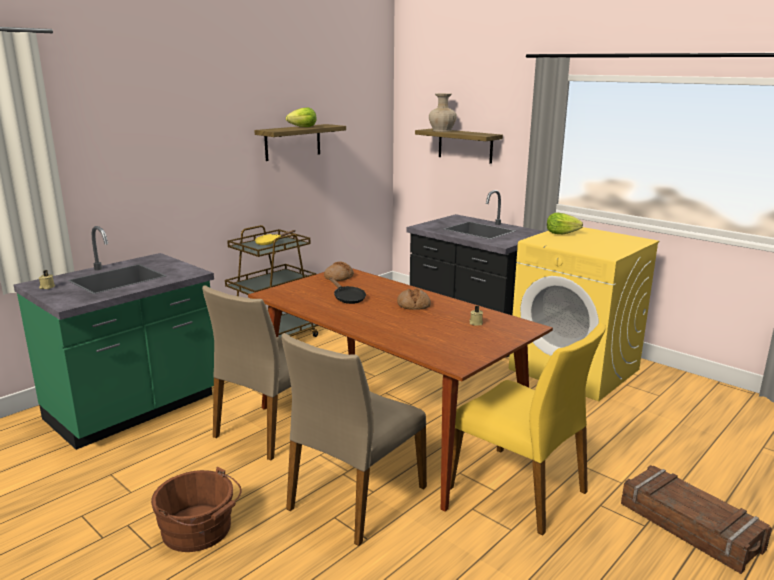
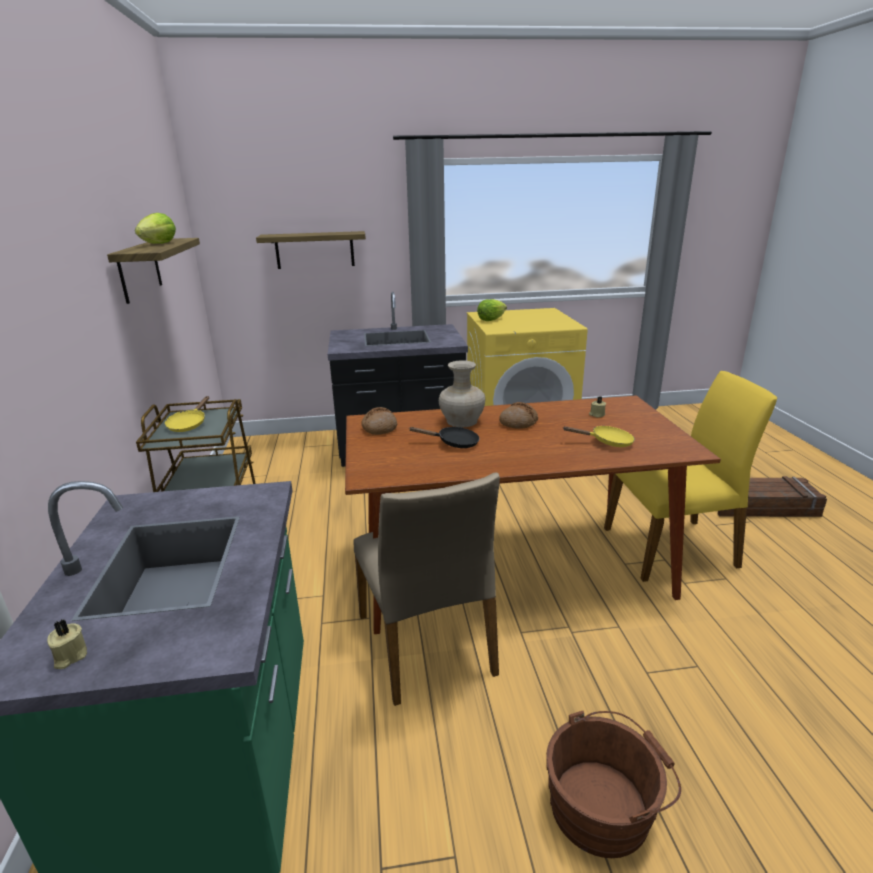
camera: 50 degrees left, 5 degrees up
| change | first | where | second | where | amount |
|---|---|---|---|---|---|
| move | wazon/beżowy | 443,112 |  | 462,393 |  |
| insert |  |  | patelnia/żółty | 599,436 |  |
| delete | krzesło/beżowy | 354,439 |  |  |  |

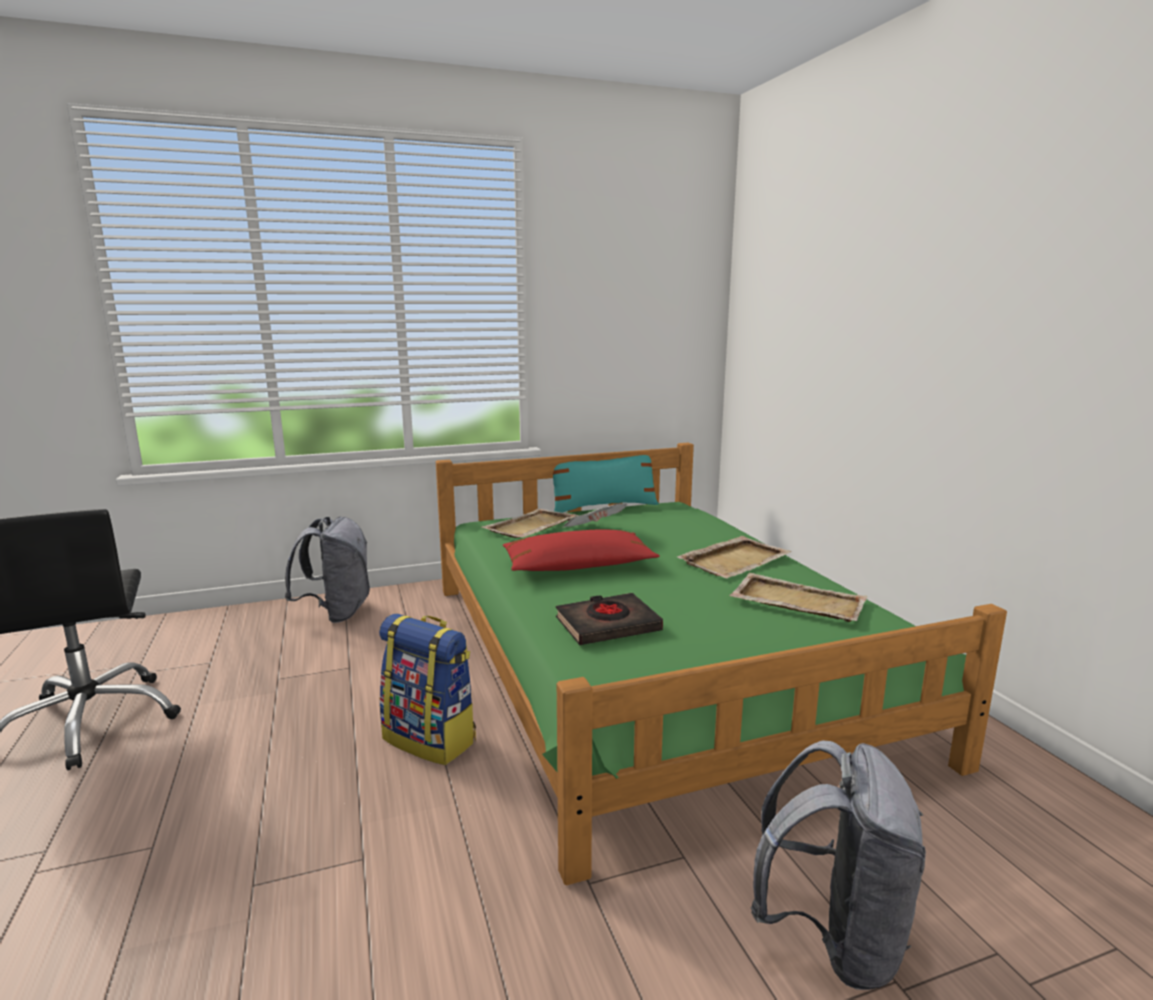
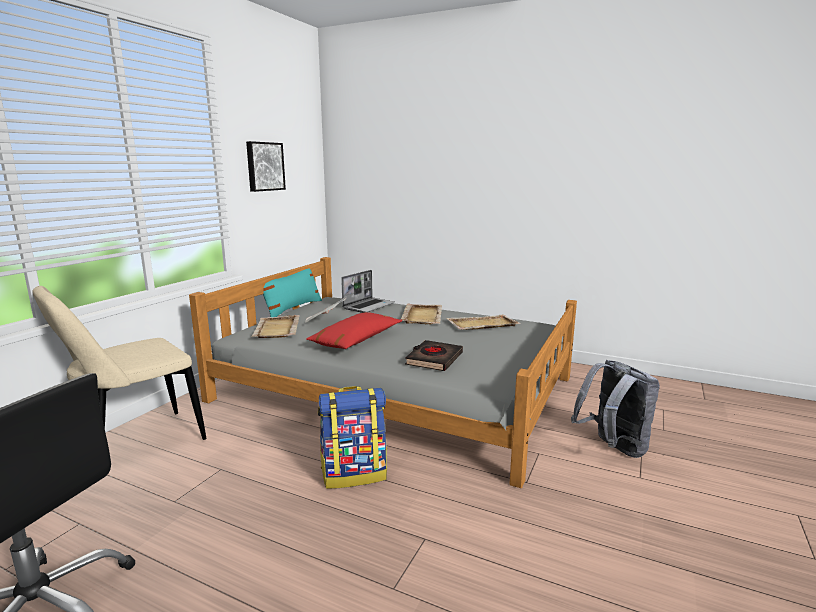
camera: 45 degrees left, 0 degrees up
| change | first | where | second | where | amount |
|---|---|---|---|---|---|
| replace | plecak/szary | 327,570 | krzesło/beżowy | 119,363 |  |
| recolor | łóżko/zielony | 721,664 | łóżko/szary | 383,372 |  |
| insert |  |  | obraz | 266,166 |  |
| insert |  |  | laptop | 368,291 |  |

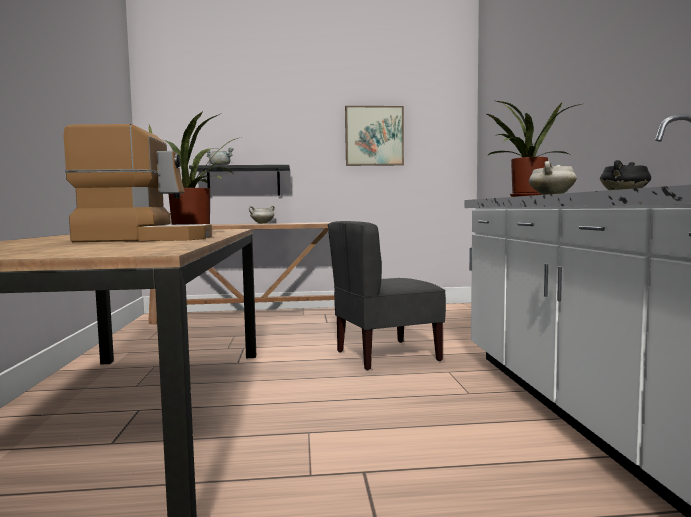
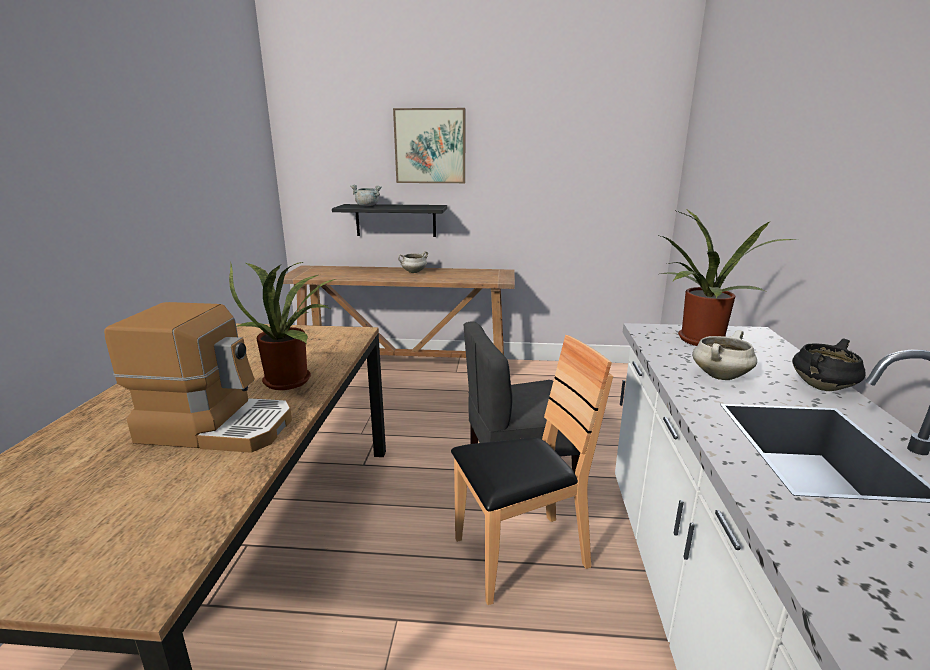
camera: 10 degrees right, 15 degrees up
| change | first | where | second | where | amount |
|---|---|---|---|---|---|
| move | obraz | 374,136 |  | 429,145 |  |
| insert |  |  | krzesło/brązowy | 532,470 |  |

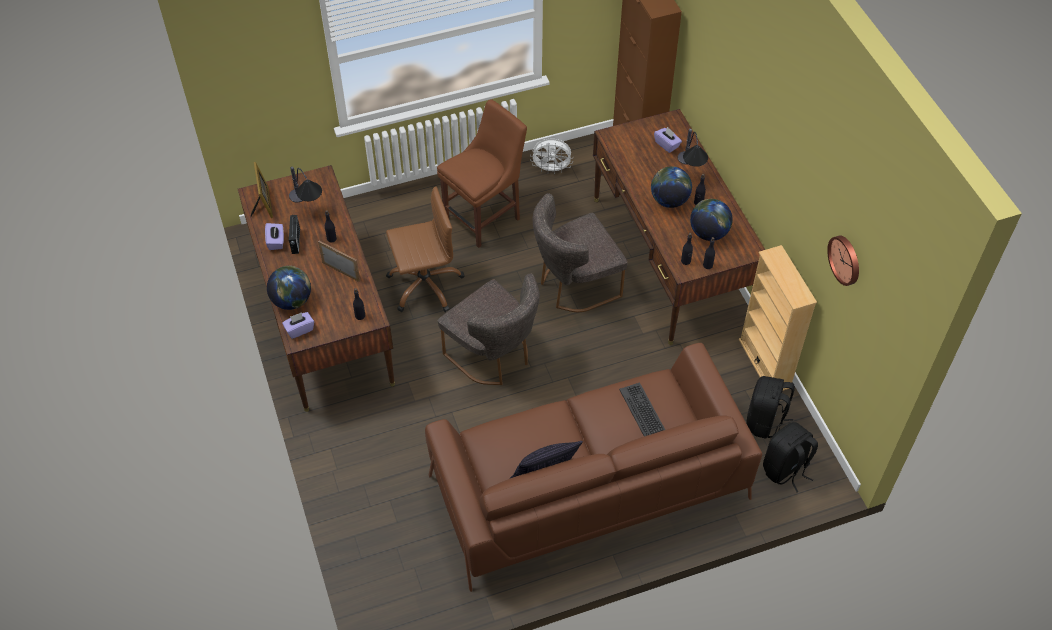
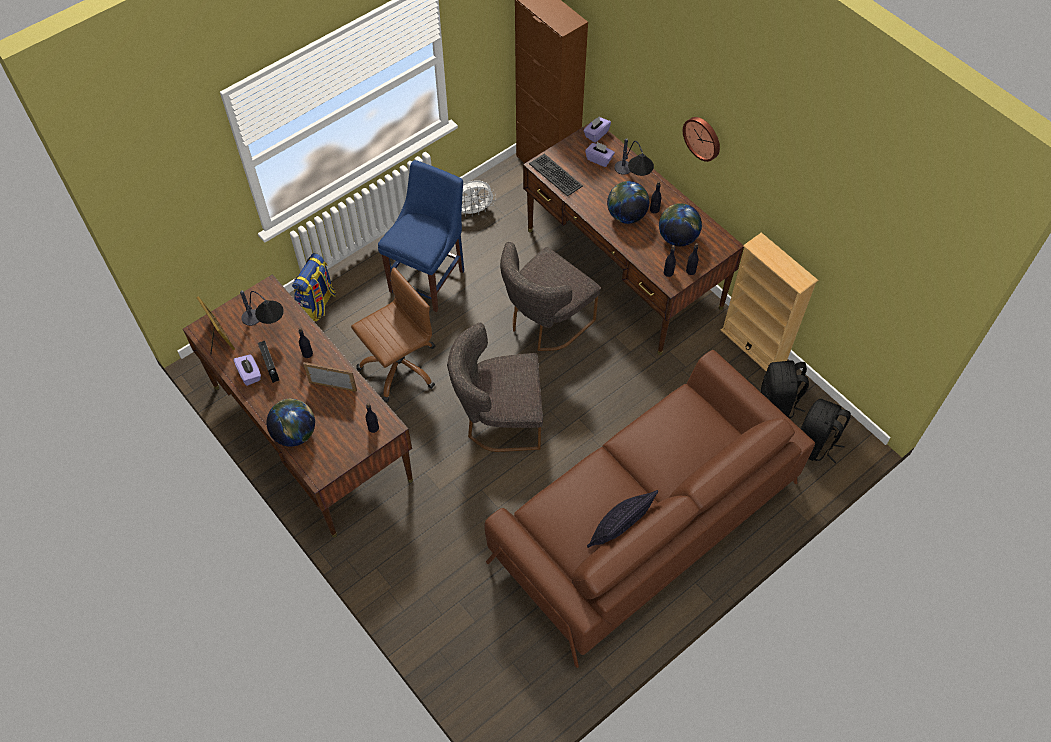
camera: 20 degrees left, 5 degrees up
| change | first | where | second | where | amount |
|---|---|---|---|---|---|
| insert |  |  | plecak | 314,287 |  |
| recolor | krzesło/brązowy | 482,173 | krzesło/niebieski | 421,236 |  |
| rotate | krzesło/szary | 489,329 |  | 495,387 | 150 degrees clockwise |
| move | klawiatura | 642,409 |  | 556,175 |  |
| move | pudełko chusteczek/fioletowy | 298,325 |  | 597,130 |  |
| move | zegar ścienny | 843,260 |  | 701,139 |  |

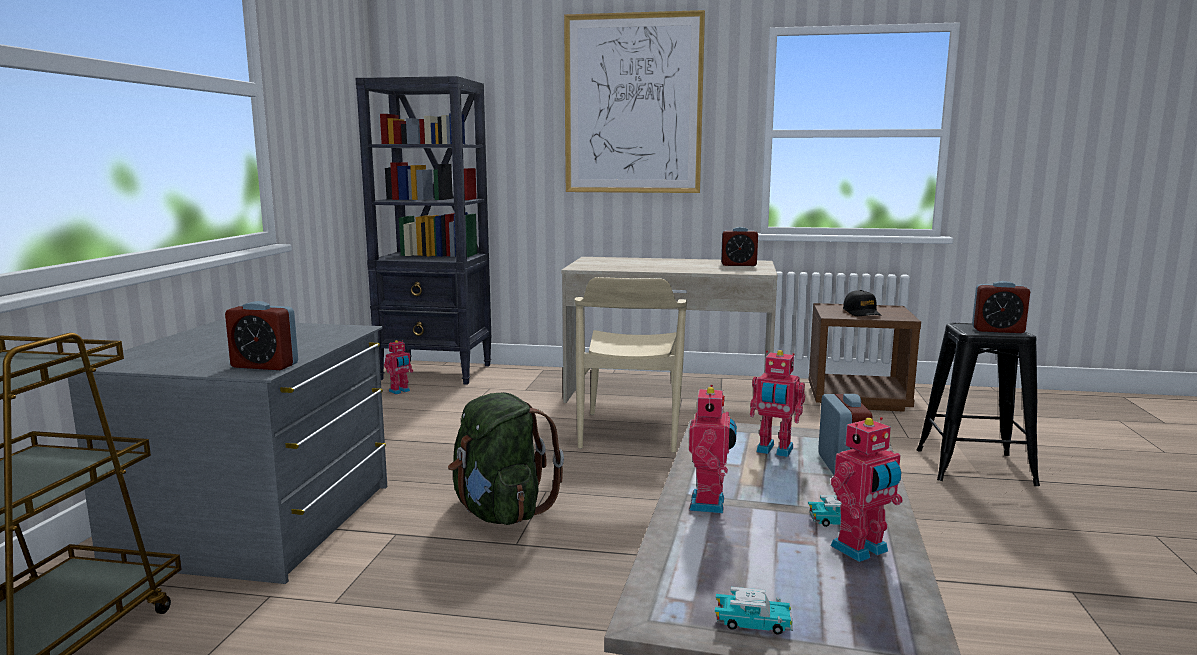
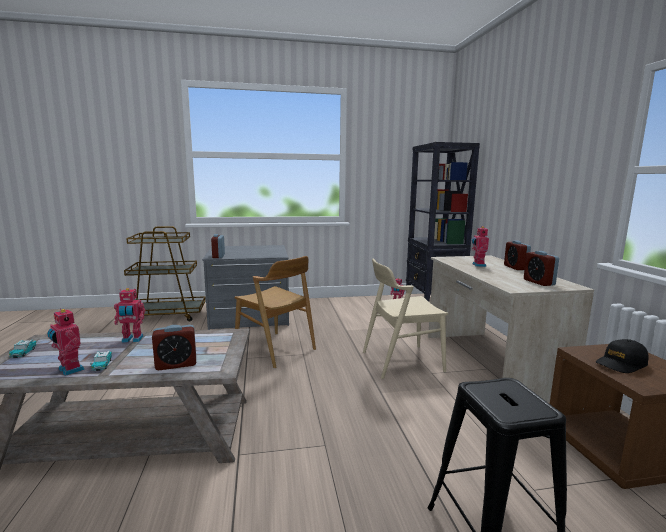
camera: 70 degrees right, 0 degrees up
| change | first | where | second | where | amount |
|---|---|---|---|---|---|
| replace | plecak/zielony | 506,458 | krzesło/brązowy | 275,312 |  |
| move | robot zabawkowy | 777,403 |  | 480,246 |  |
| move | budzik | 1001,307 |  | 517,255 |  |
| delete | obraz | 634,101 |  |  |  |

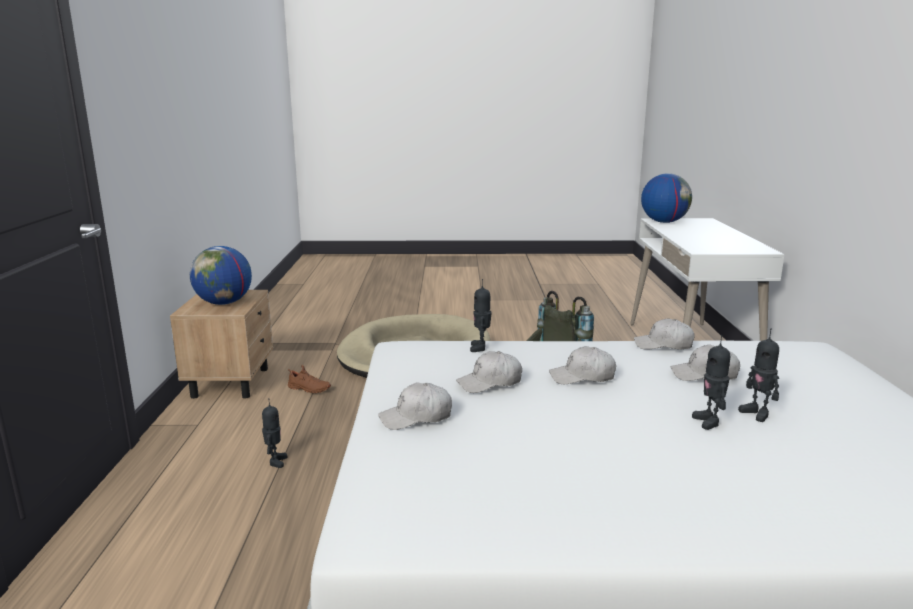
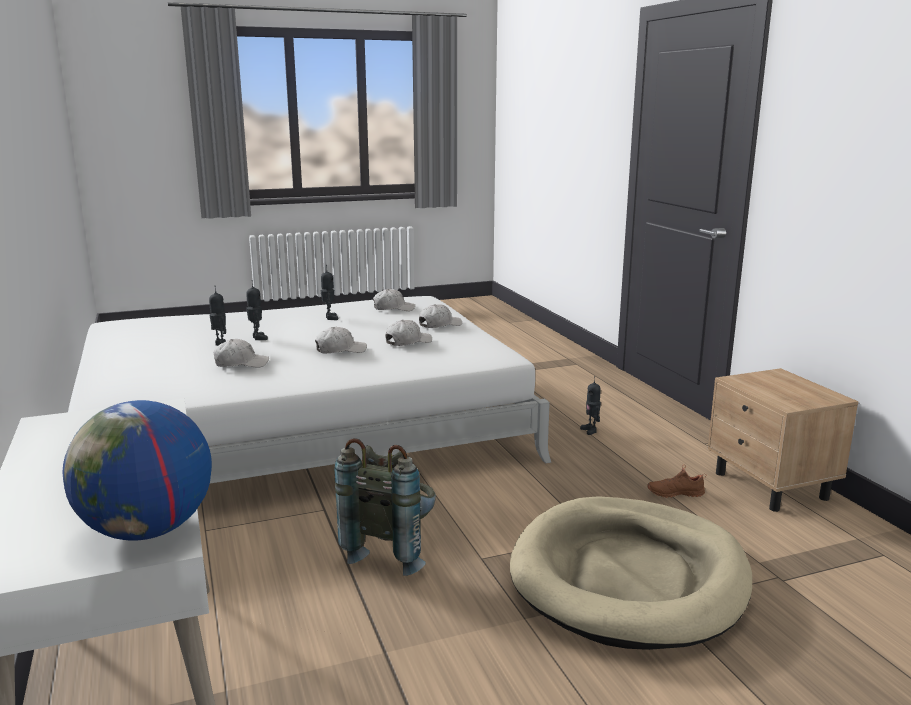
camera: 160 degrees right, 0 degrees up
| change | first | where | second | where | amount |
|---|---|---|---|---|---|
| move | robot zabawkowy | 480,315 |  | 329,292 |  |
| move | czapka z daszkiem/biały | 664,334 |  | 394,300 |  |
| delete | globus | 221,275 |  |  |  |

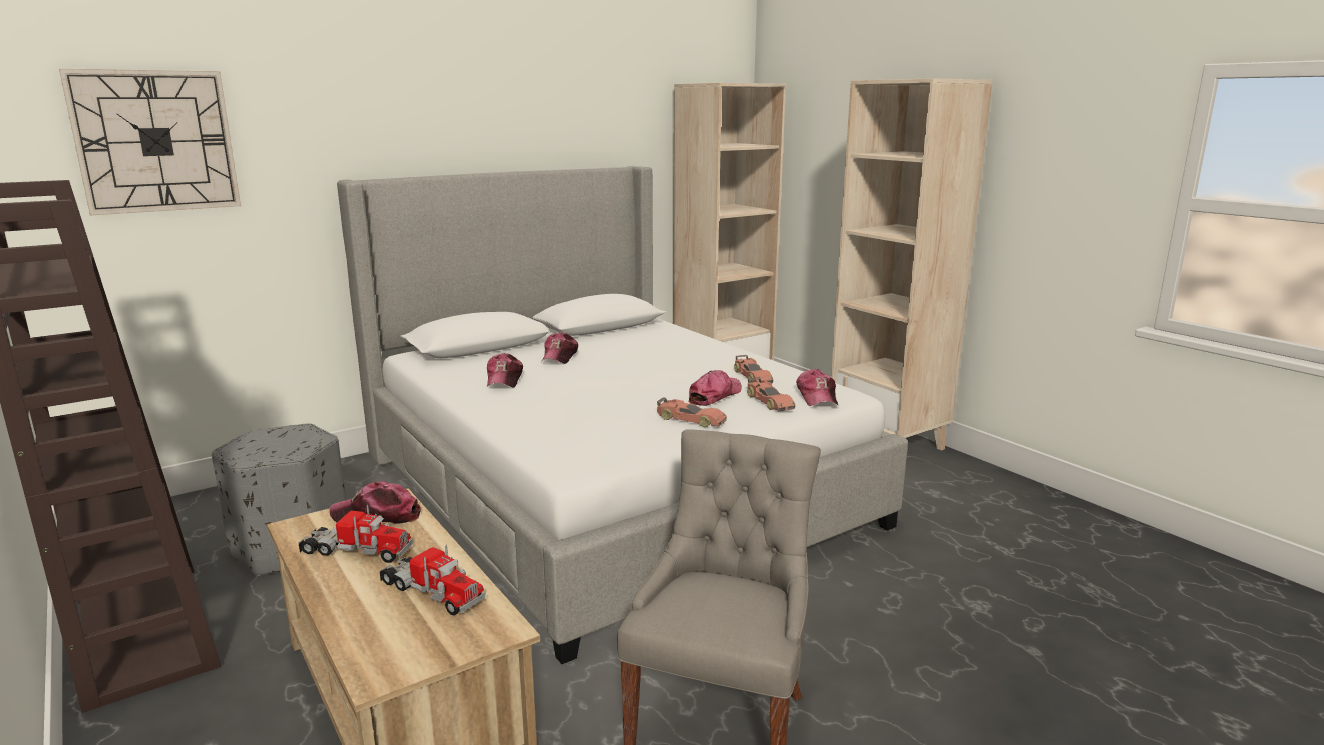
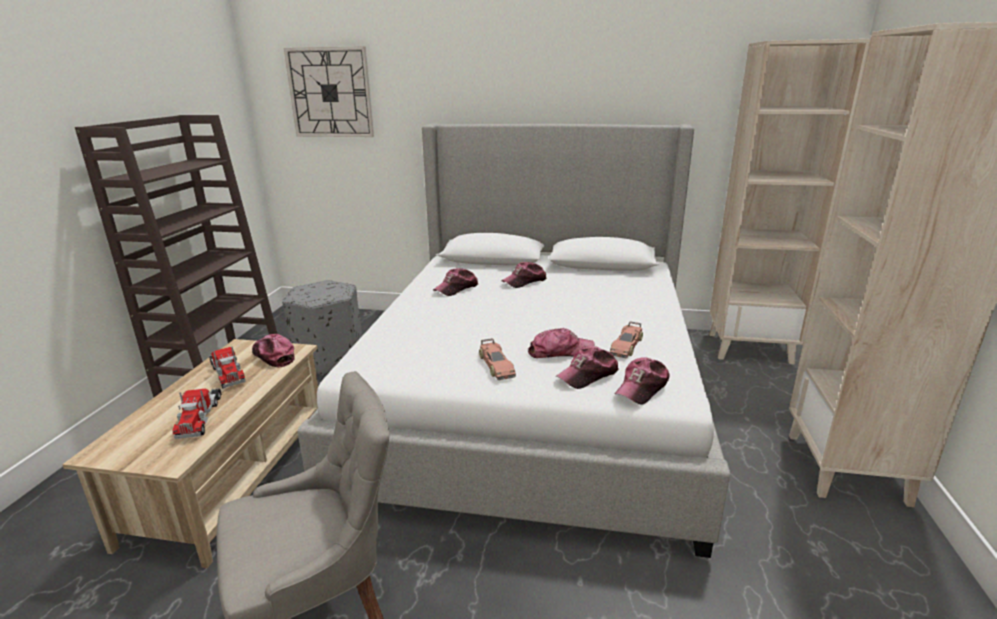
camera: 45 degrees right, 5 degrees up
| change | first | where | second | where | amount |
|---|---|---|---|---|---|
| replace | samochodzik | 771,394 | czapka z daszkiem | 587,367 |  |

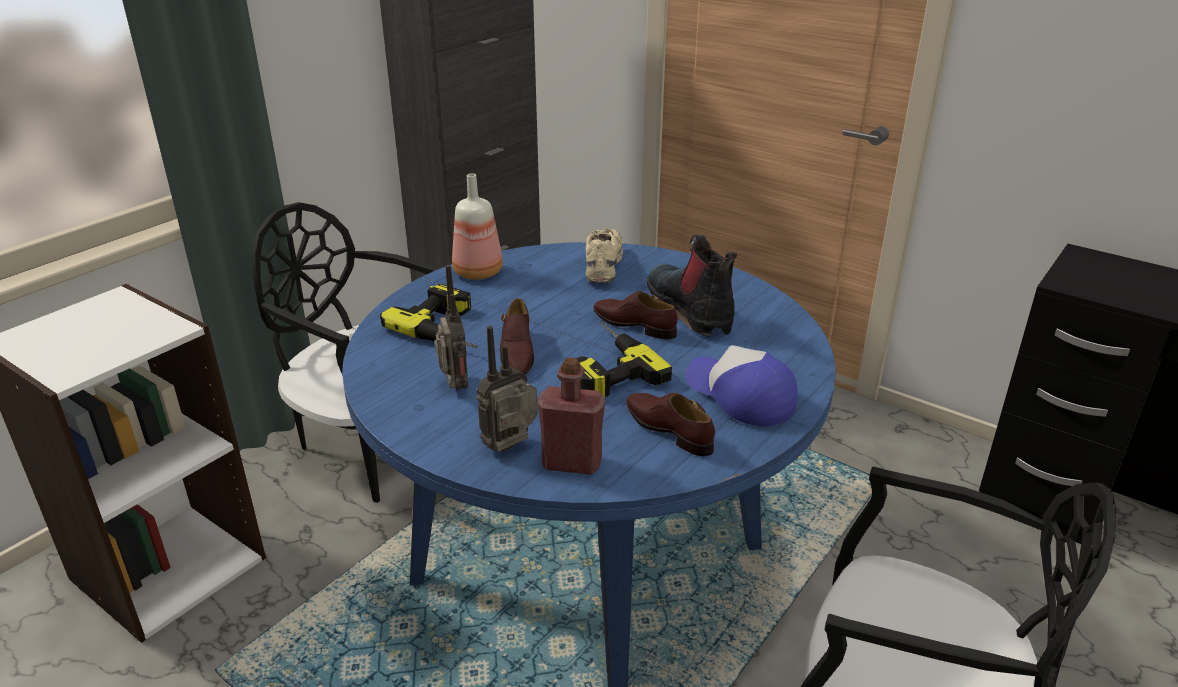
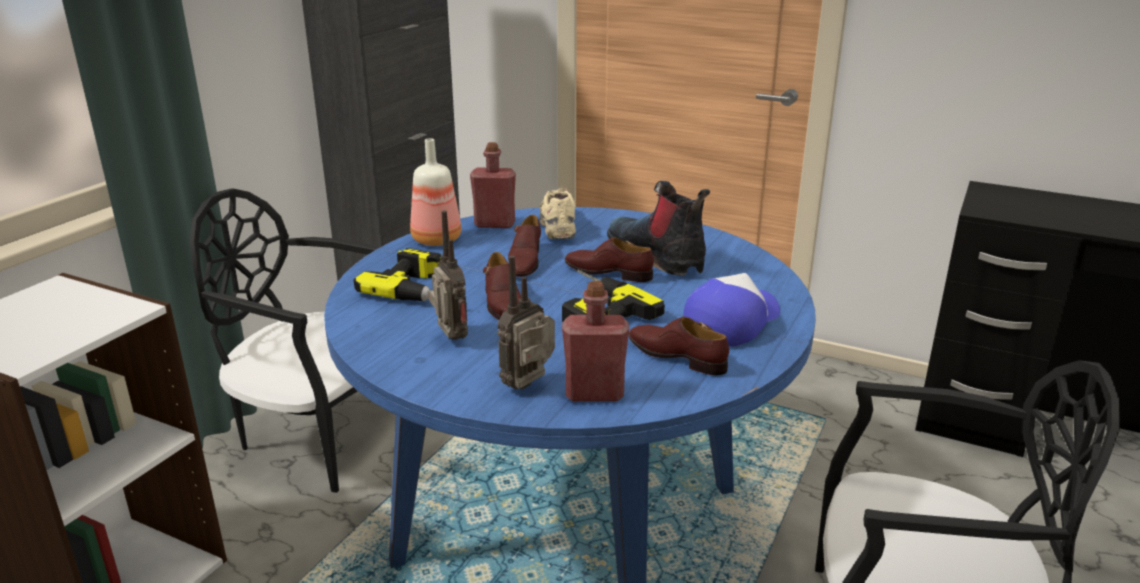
camera: 10 degrees left, 5 degrees down
| change | first | where | second | where | amount |
|---|---|---|---|---|---|
| insert |  |  | butelka/czerwony | 493,185 |  |
| insert |  |  | but/brązowy | 524,246 |  |
| rotate | czapka z daszkiem | 742,385 |  | 731,310 | 90 degrees clockwise |

